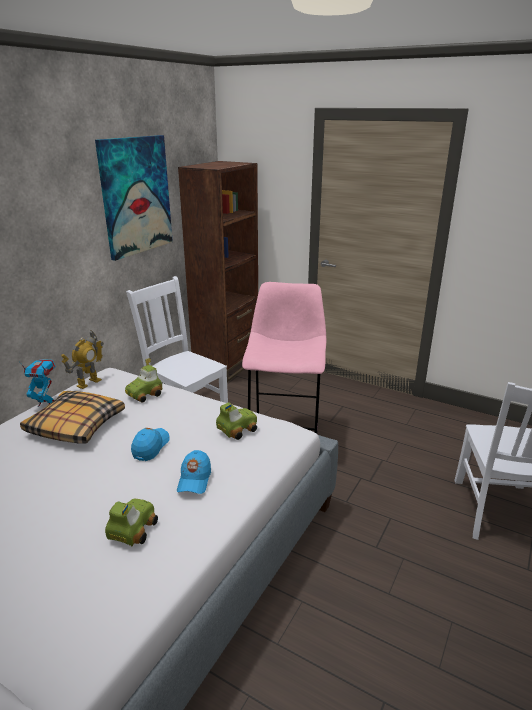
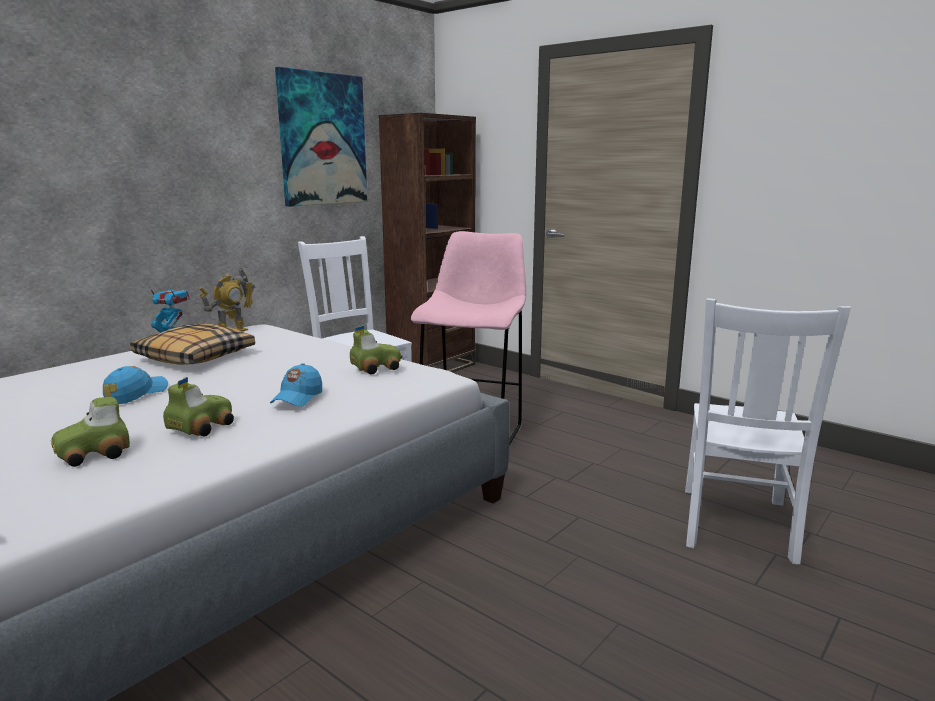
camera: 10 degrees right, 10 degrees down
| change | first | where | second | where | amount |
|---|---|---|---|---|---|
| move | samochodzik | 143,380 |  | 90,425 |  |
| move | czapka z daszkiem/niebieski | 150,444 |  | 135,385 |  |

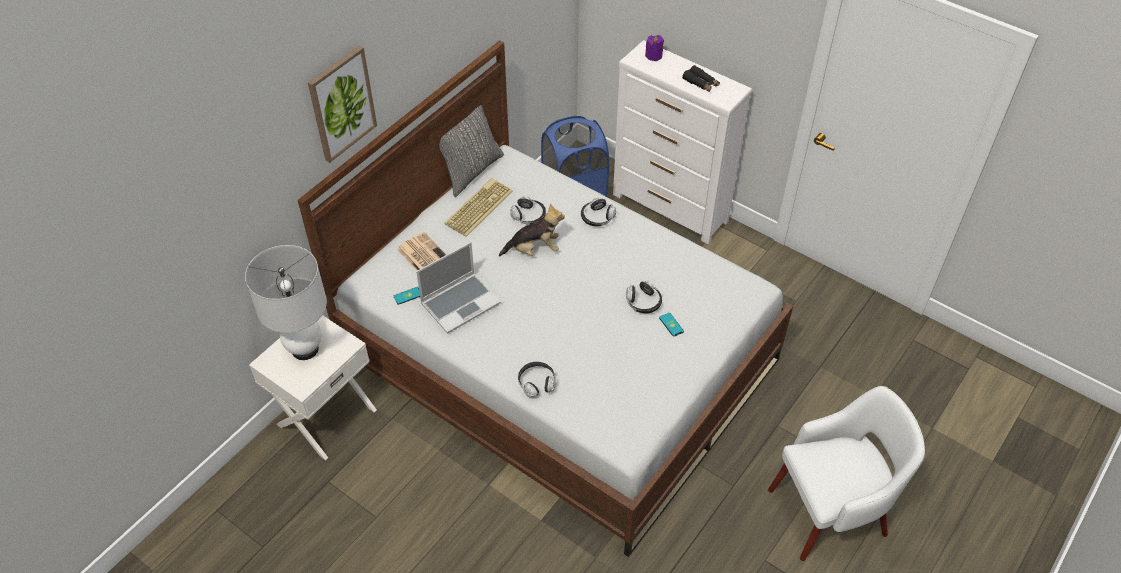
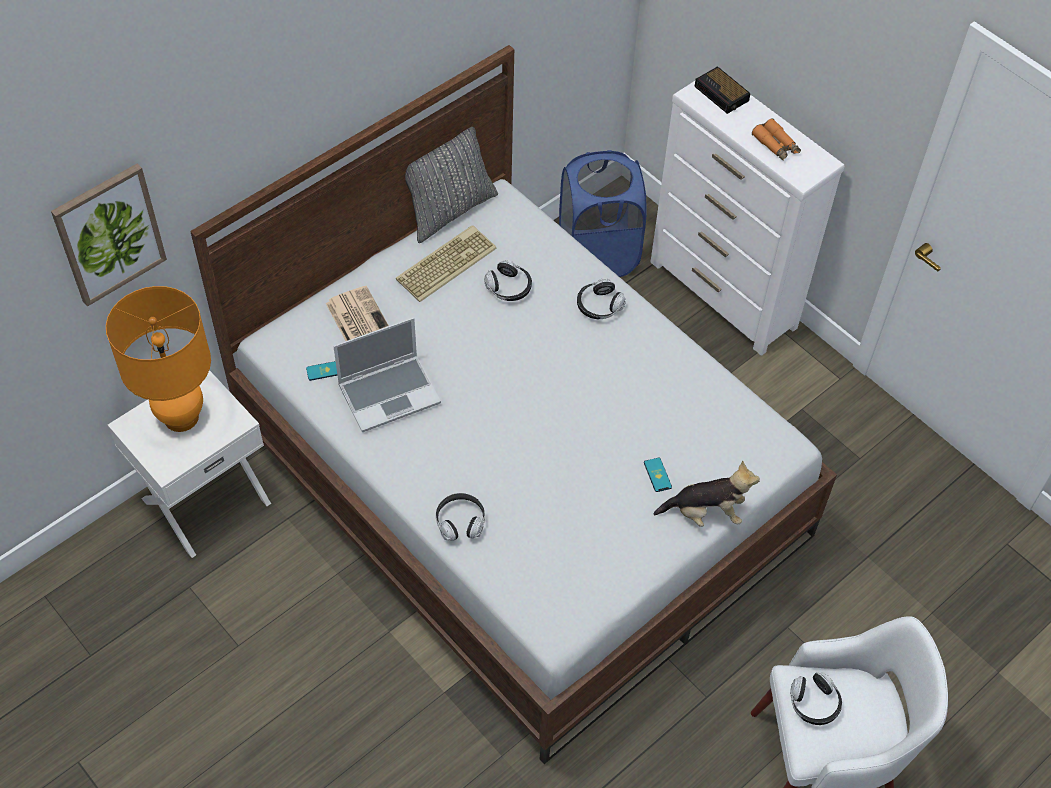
camera: 10 degrees right, 5 degrees up
| change | first | where | second | where | amount |
|---|---|---|---|---|---|
| move | obraz | 342,104 |  | 109,235 |  |
| recolor | lampa stołowa/biały | 286,302 | lampa stołowa/pomarańczowy | 158,359 |  |
| move | pluszak | 532,229 |  | 707,494 |  |
| replace | świeca/fioletowy | 654,48 | budzik | 722,90 |  |
| recolor | lornetka/czarny | 701,78 | lornetka/pomarańczowy | 776,140 |  |
| move | słuchawki | 644,297 |  | 816,698 |  |

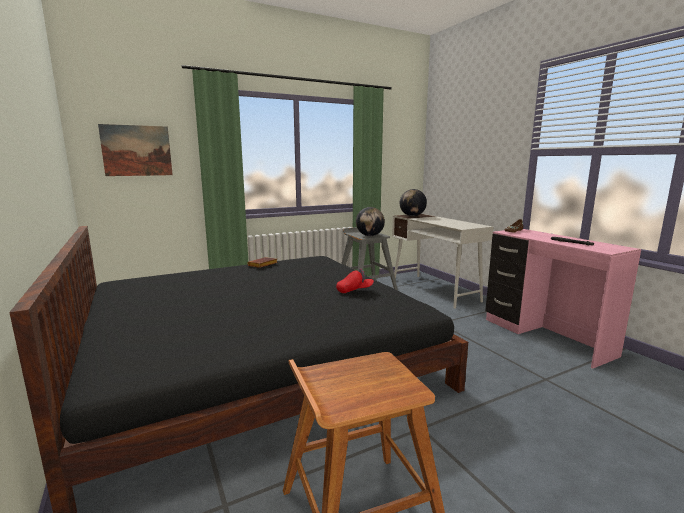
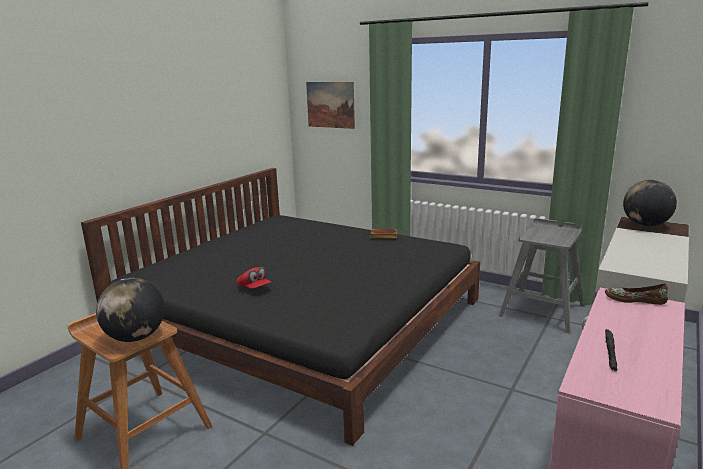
camera: 60 degrees right, 5 degrees up
| change | first | where | second | where | amount |
|---|---|---|---|---|---|
| move | globus | 370,221 |  | 130,310 |  |
| move | czapka z daszkiem/czerwony | 355,280 |  | 254,278 |  |

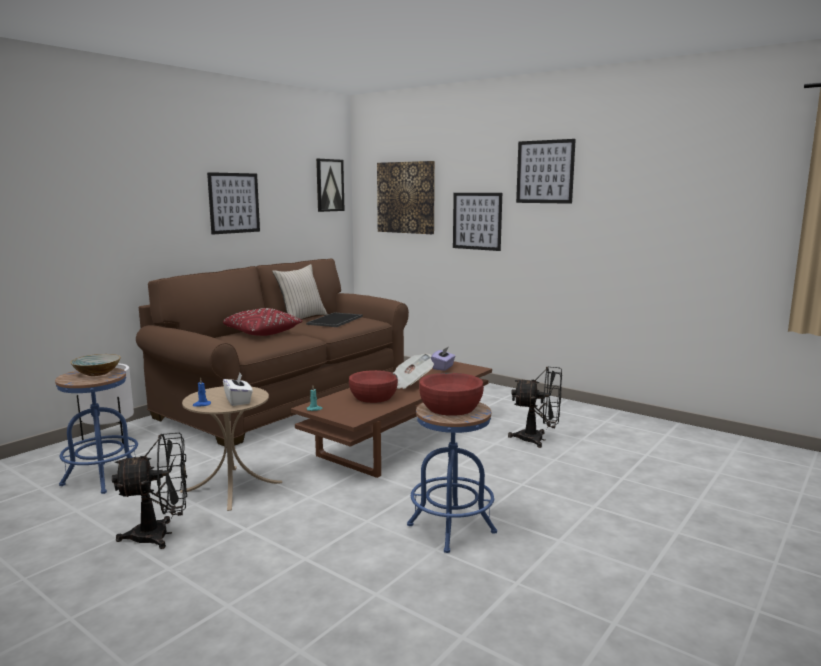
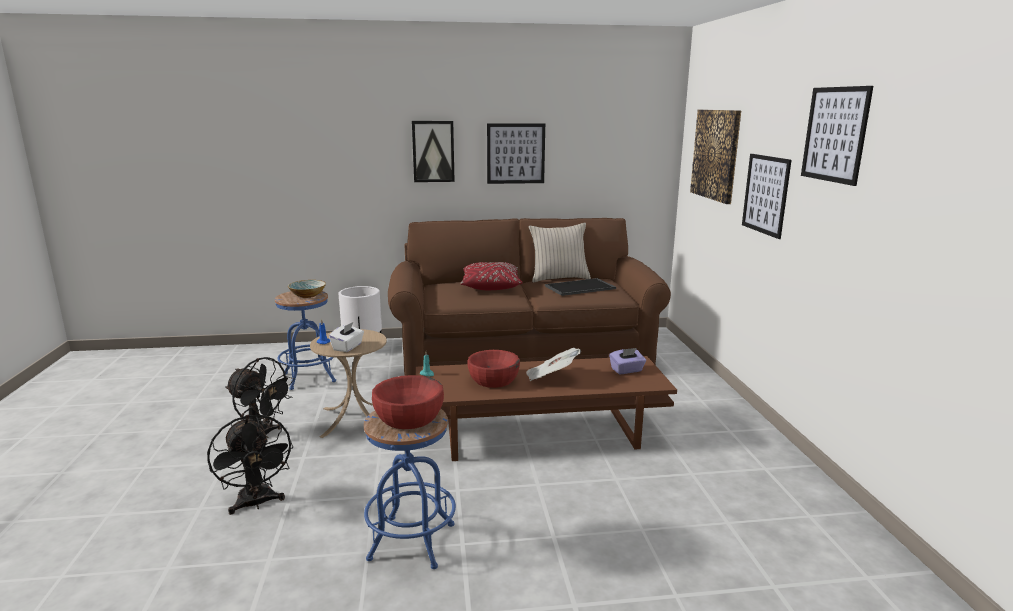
camera: 45 degrees right, 5 degrees up
| change | first | where | second | where | amount |
|---|---|---|---|---|---|
| move | wentylator/czarny | 535,407 |  | 250,465 |  |
| move | obraz | 330,185 |  | 433,151 |  |

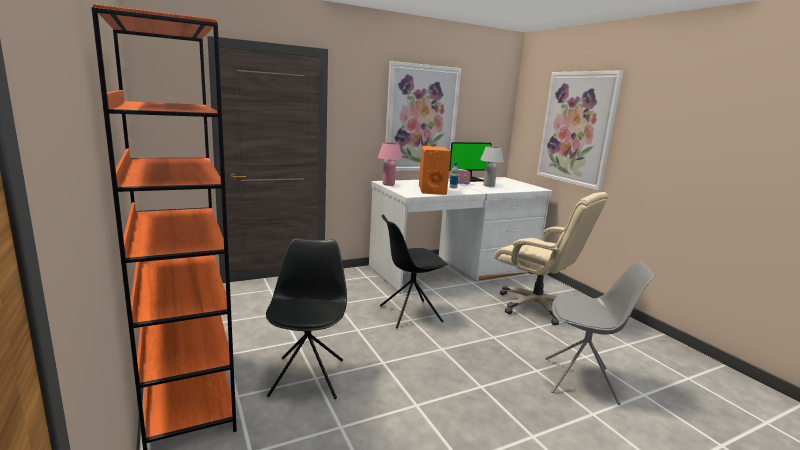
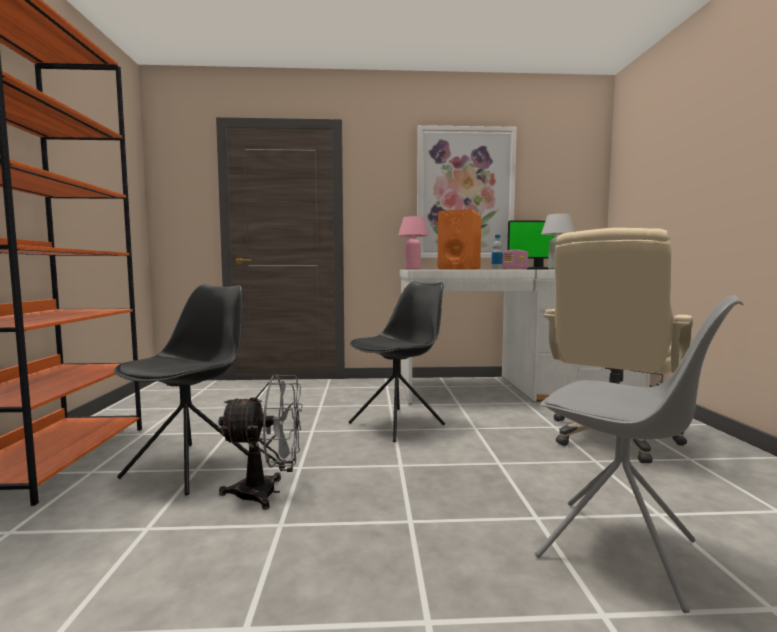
camera: 25 degrees right, 10 degrees down
| change | first | where | second | where | amount |
|---|---|---|---|---|---|
| insert |  |  | wentylator/szary | 260,442 |  |
| rotate | krzesło/czarny | 414,271 |  | 397,362 | 135 degrees clockwise |
| rotate | krzesło biurowe/beżowy | 551,258 |  | 618,345 | 60 degrees clockwise |
| delete | obraz | 580,130 |  |  |  |

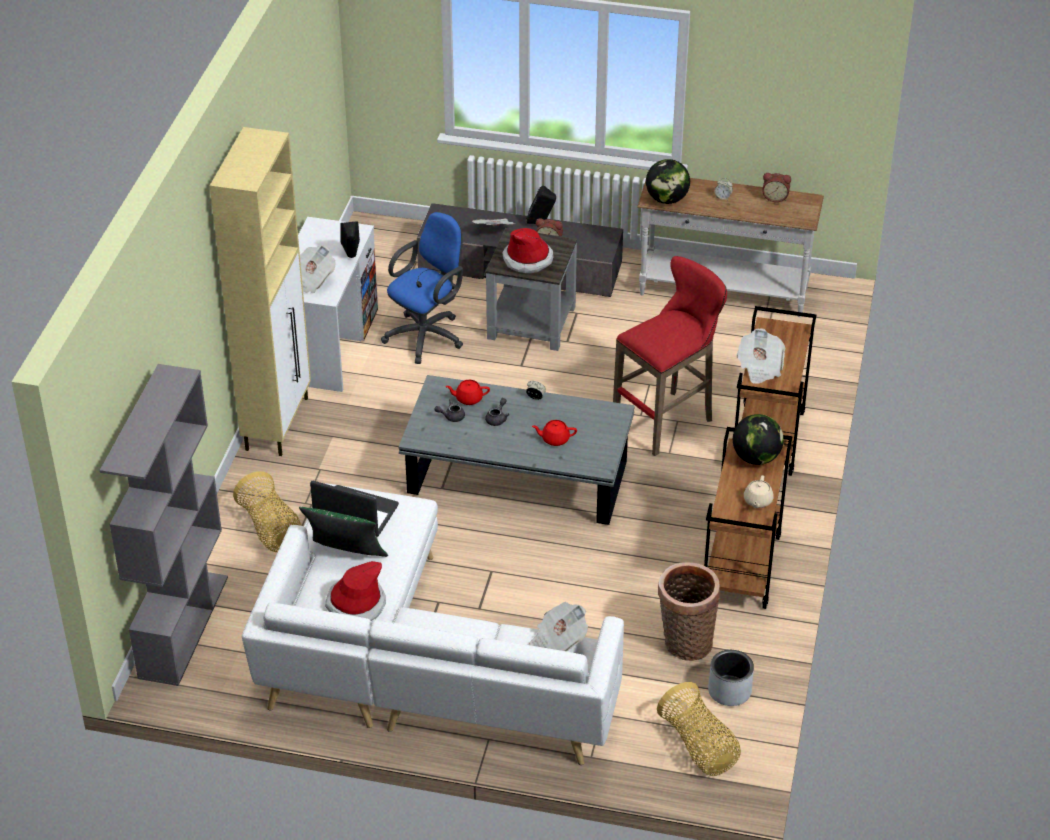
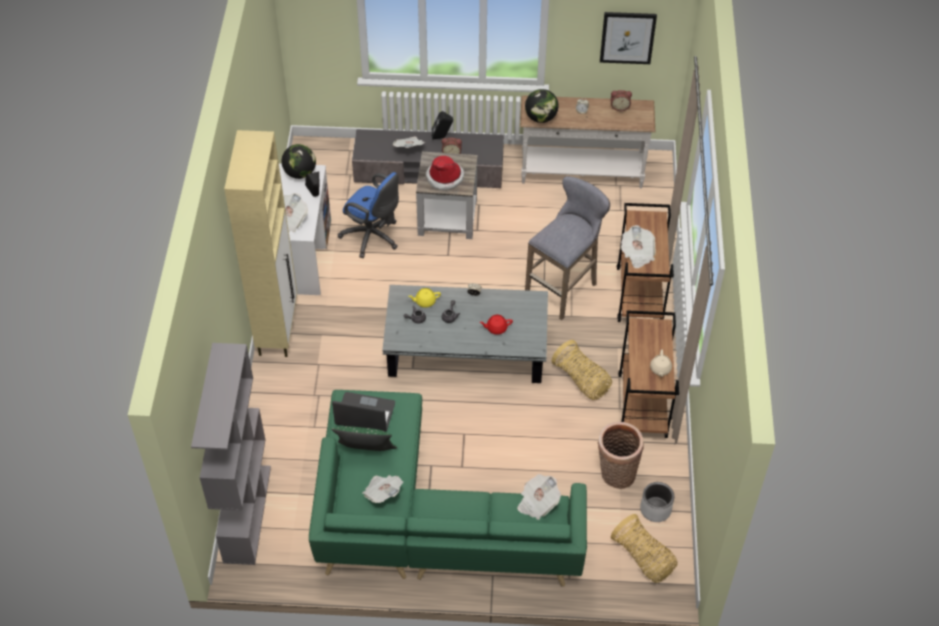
camera: 10 degrees left, 10 degrees up
| change | first | where | second | where | amount |
|---|---|---|---|---|---|
| move | globus | 758,439 |  | 298,161 |  |
| recolor | kanapa/biały | 433,624 | kanapa/zielony | 448,488 |  |
| rotate | krzesło biurowe/niebieski | 422,288 |  | 368,215 | 90 degrees clockwise |
| replace | kapelusz | 355,591 | gazeta | 382,489 |  |
| recolor | imbryk/czerwony | 467,392 | imbryk/żółty | 424,298 |  |
| recolor | stołek/czerwony | 670,356 | stołek/szary | 567,248 |  |
| move | koszyk | 267,511 |  | 582,370 |  |
| insert |  |  | obraz | 628,38 |  |

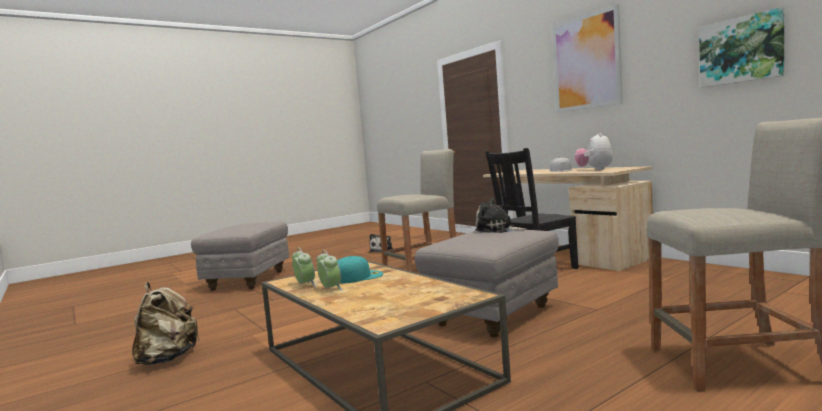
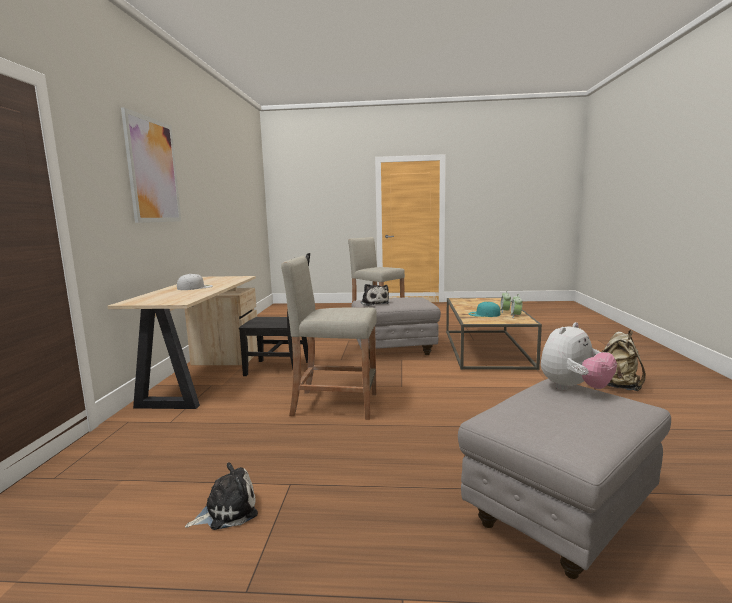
camera: 140 degrees left, 5 degrees up
| change | first | where | second | where | amount |
|---|---|---|---|---|---|
| move | pluszak | 594,151 |  | 579,356 |  |
| delete | obraz | 741,47 |  |  |  |

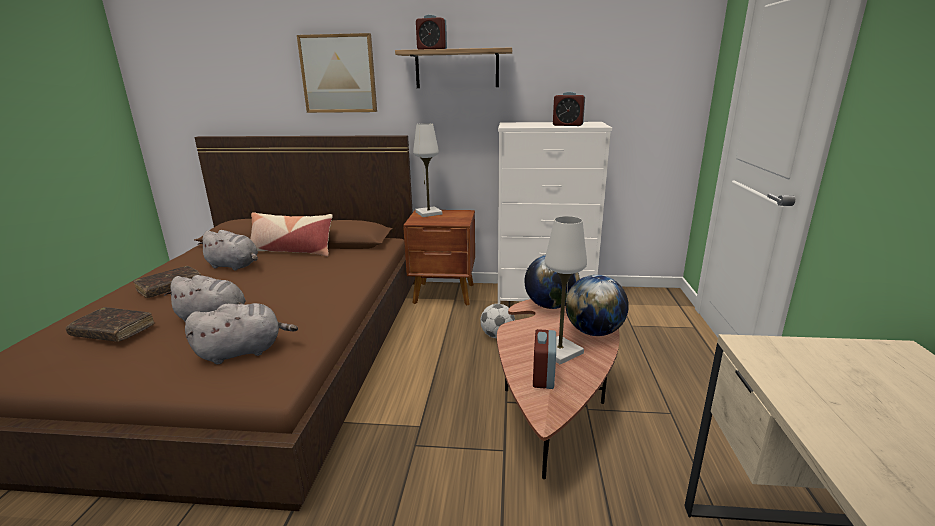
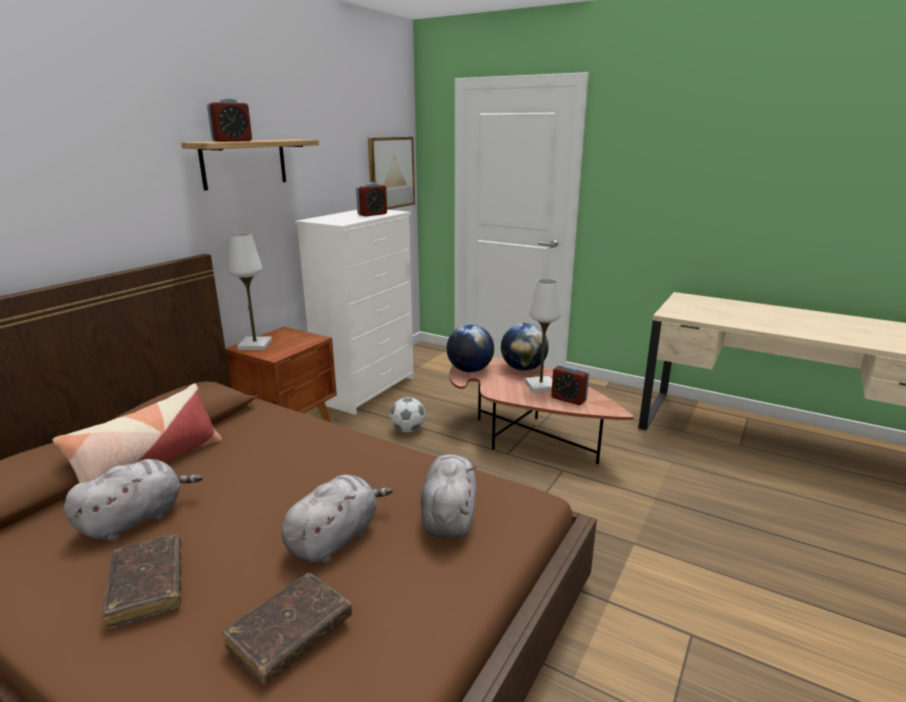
camera: 65 degrees left, 0 degrees up
| change | first | where | second | where | amount |
|---|---|---|---|---|---|
| move | obraz | 337,73 |  | 391,173 |  |

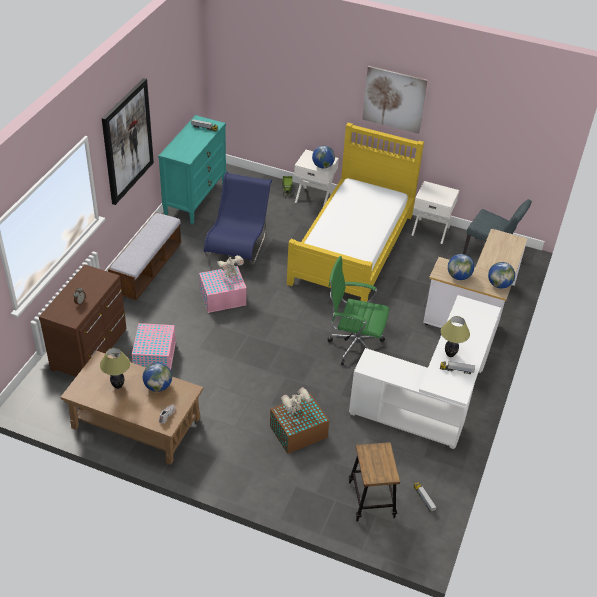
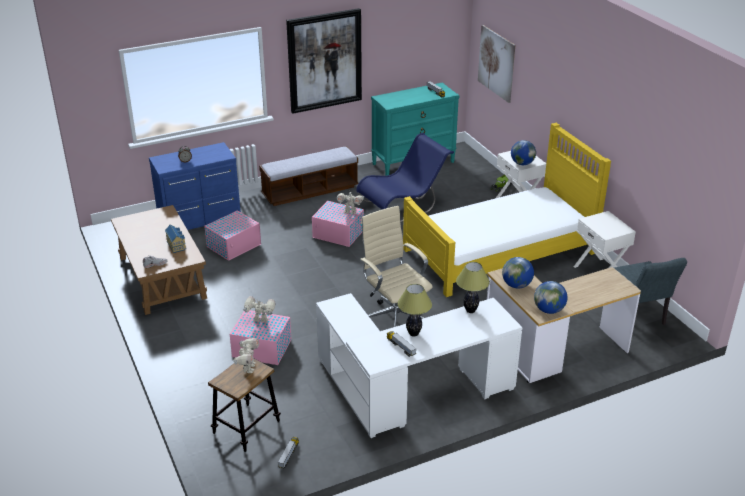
camera: 45 degrees right, 10 degrees down
| change | first | where | second | where | amount |
|---|---|---|---|---|---|
| recolor | komoda/brązowy | 83,320 | komoda/niebieski | 195,186 |  |
| replace | globus | 157,377 | domek | 175,239 |  |
| recolor | pojemnik do przechowywania/brązowy | 299,423 | pojemnik do przechowywania/różowy | 260,337 |  |
| insert |  |  | robot zabawkowy | 246,355 |  |
| recolor | krzesło biurowe/zielony | 358,310 | krzesło biurowe/beżowy | 396,266 |  |
| move | lampa stołowa | 115,368 |  | 473,287 |  |
| move | obraz | 395,100 |  | 496,64 |  |

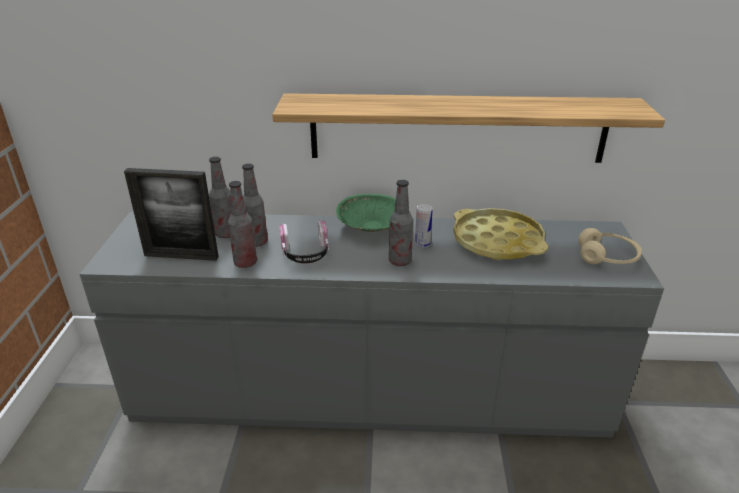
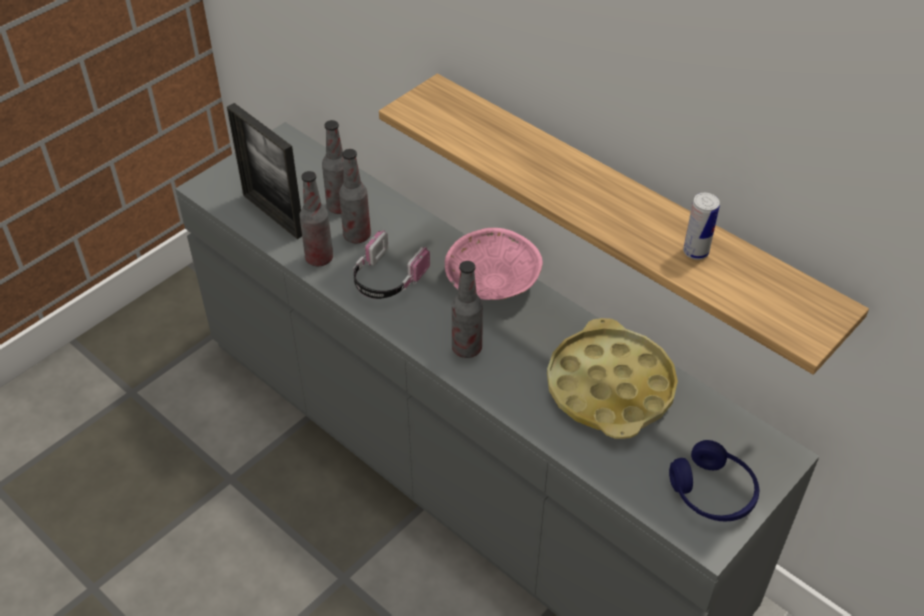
camera: 40 degrees right, 15 degrees up
| change | first | where | second | where | amount |
|---|---|---|---|---|---|
| recolor | miska/zielony | 366,213 | miska/różowy | 494,264 |  |
| recolor | słuchawki/beżowy | 610,246 | słuchawki/niebieski | 714,480 |  |
| move | puszka | 424,226 |  | 701,226 |  |

